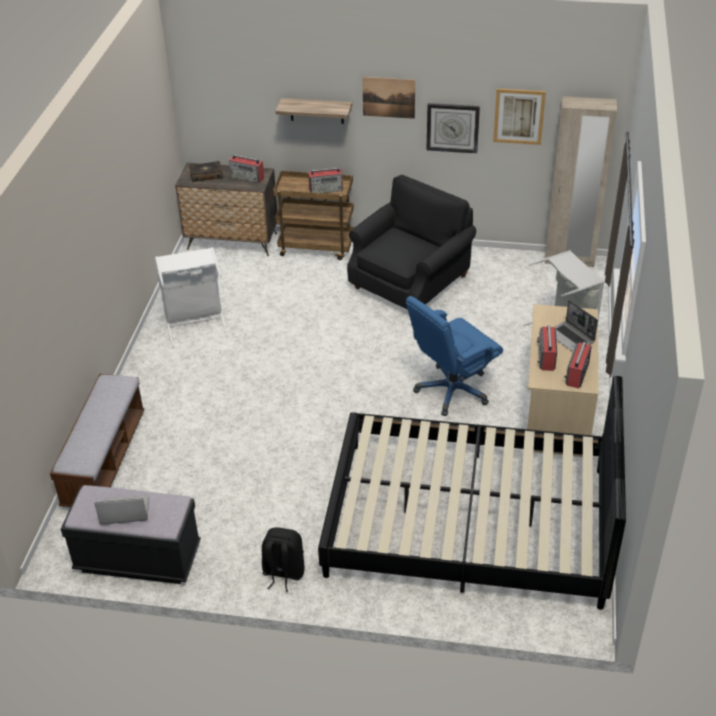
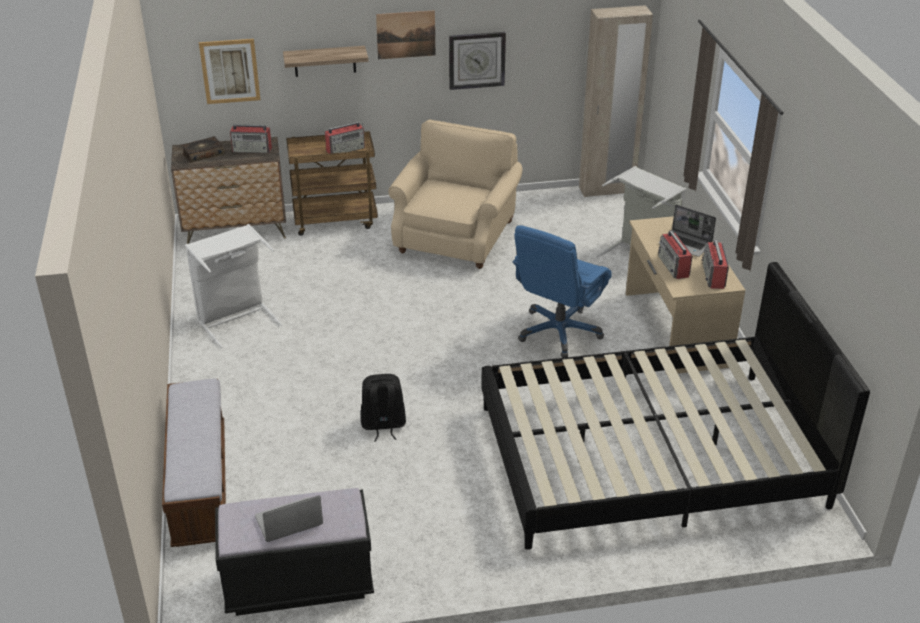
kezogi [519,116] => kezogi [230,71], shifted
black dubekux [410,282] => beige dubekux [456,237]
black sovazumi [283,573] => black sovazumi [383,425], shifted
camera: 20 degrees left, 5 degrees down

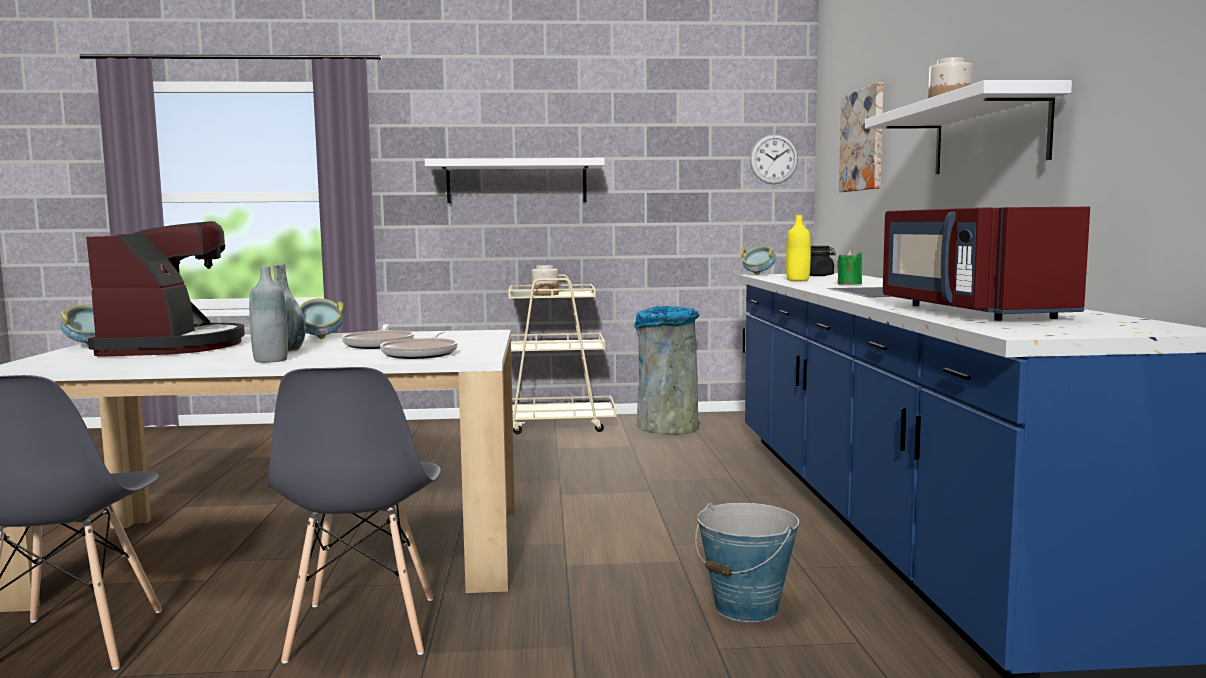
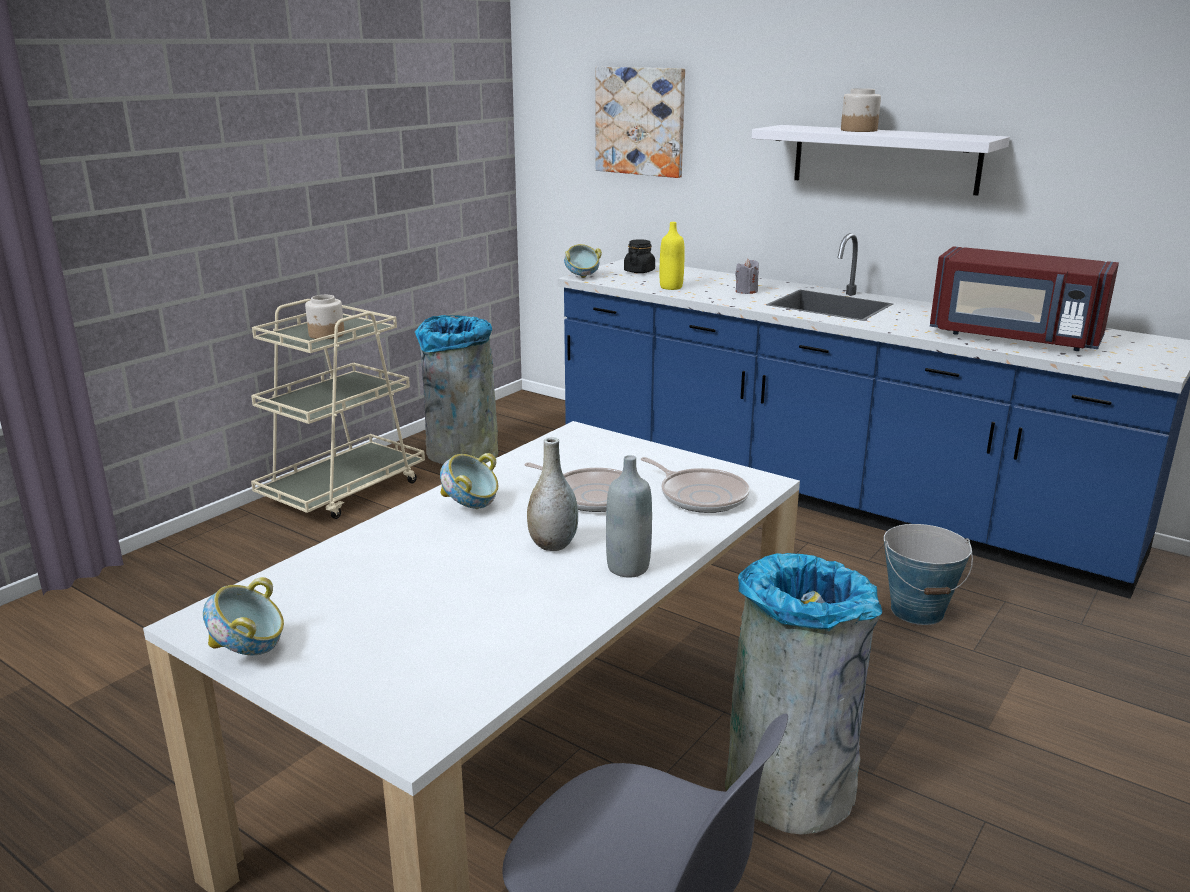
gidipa [773,159] => nothing
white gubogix [516,182] => nothing
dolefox [173,347] => nothing
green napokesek [849,284] => grey napokesek [746,291]
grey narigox [363,629] => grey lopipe [790,791]
camera: 50 degrees left, 15 degrees up

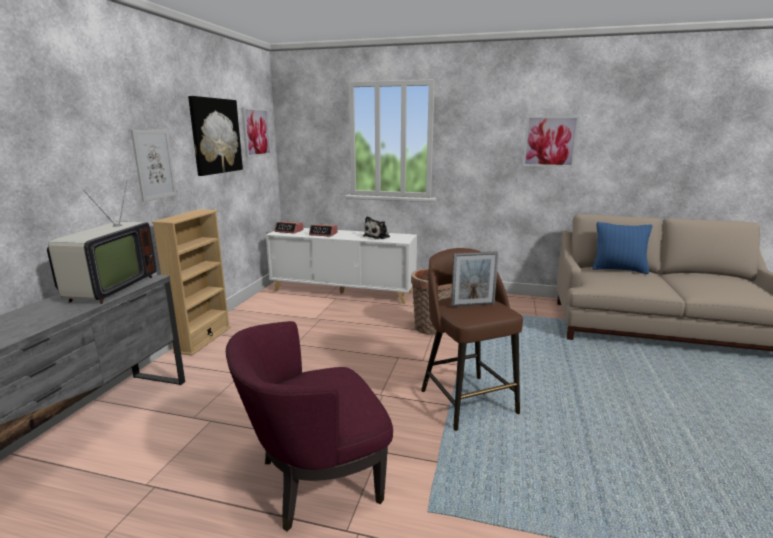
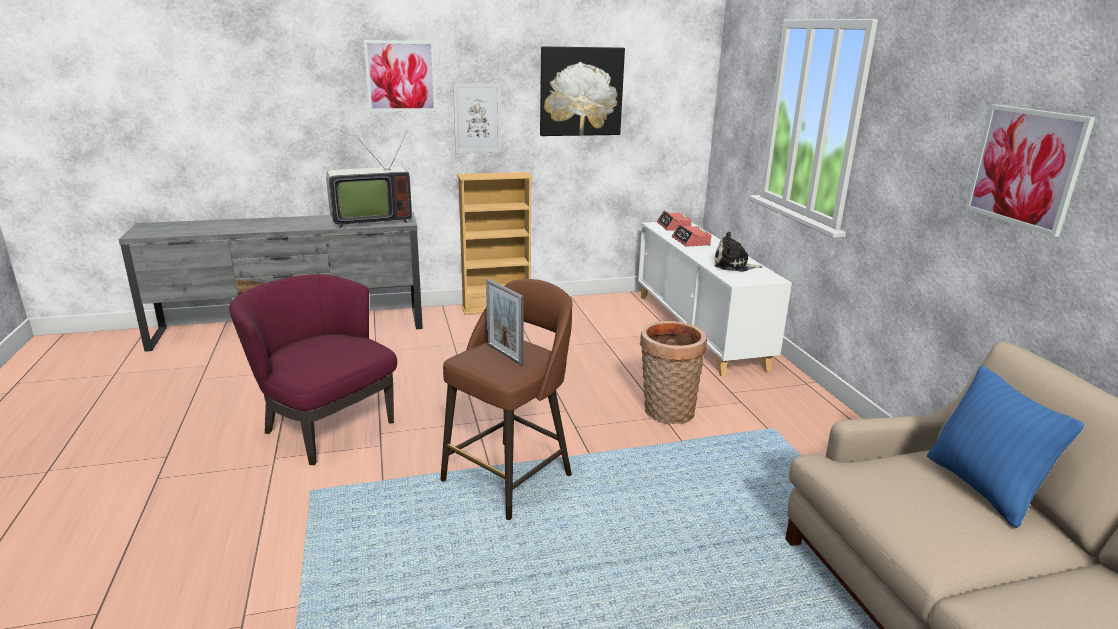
kezogi [256,132] => kezogi [401,76], shifted
camera: 60 degrees right, 5 degrees up

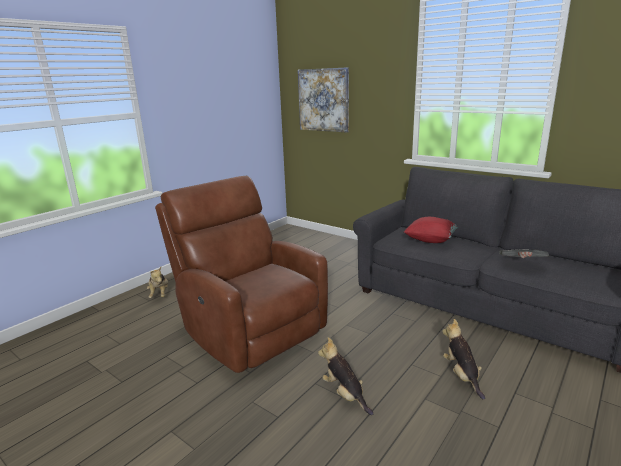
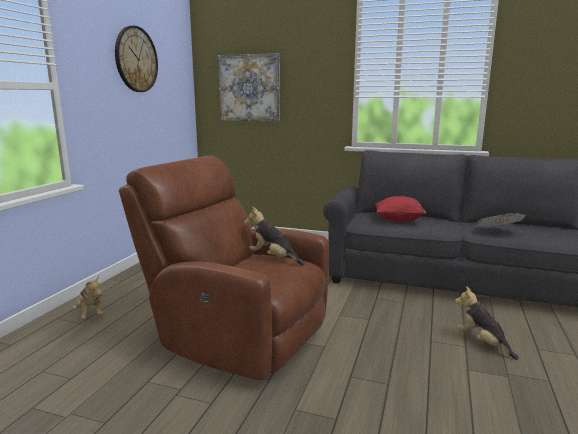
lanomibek [345,394] => lanomibek [273,258], shifted
nothing => gidipa [136,59]
camera: 20 degrees left, 5 degrees down

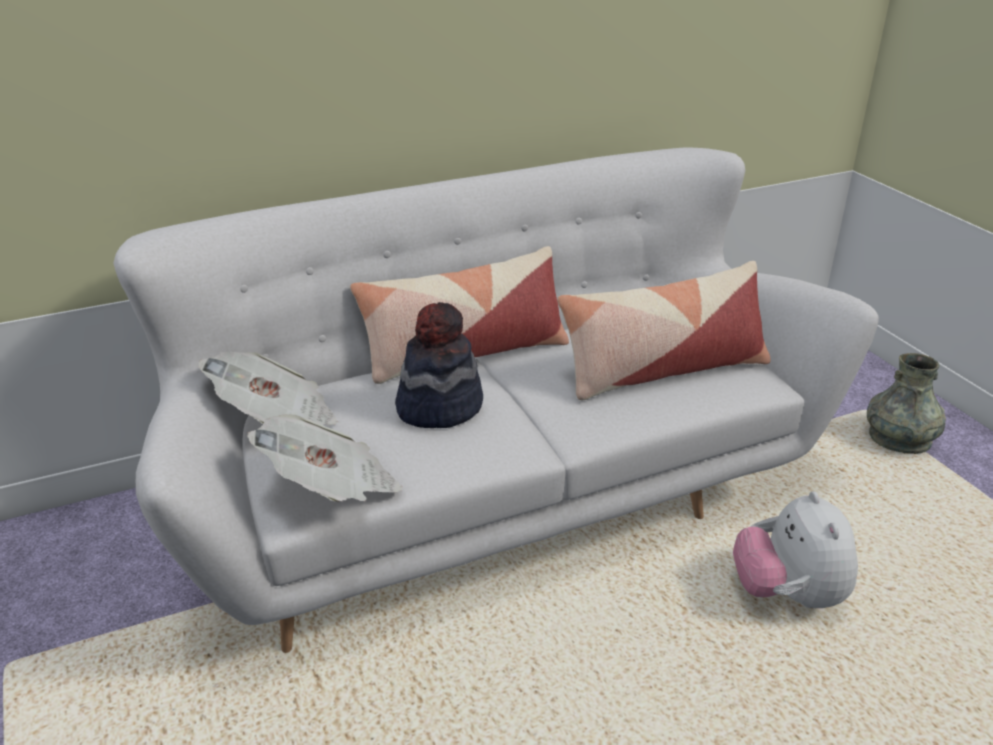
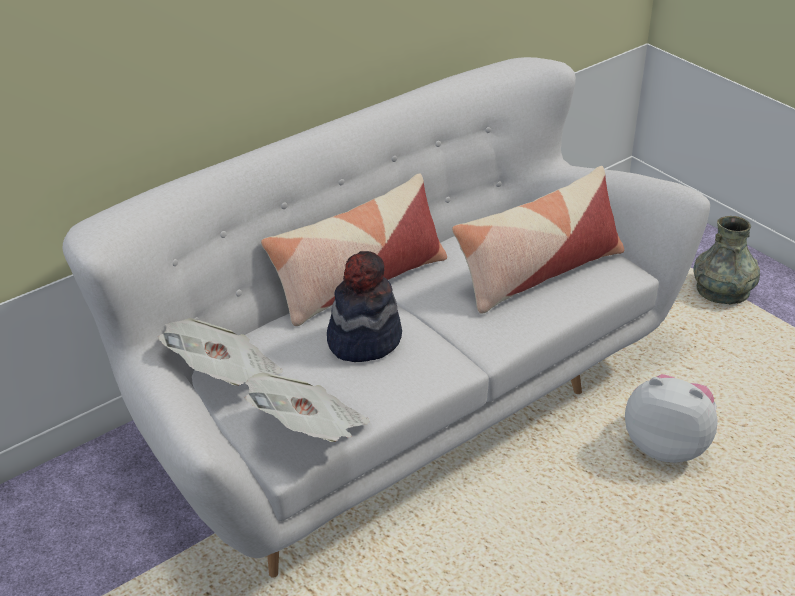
lanomibek [787,594] => lanomibek [667,445], 135 degrees clockwise
camera: 15 degrees left, 5 degrees up

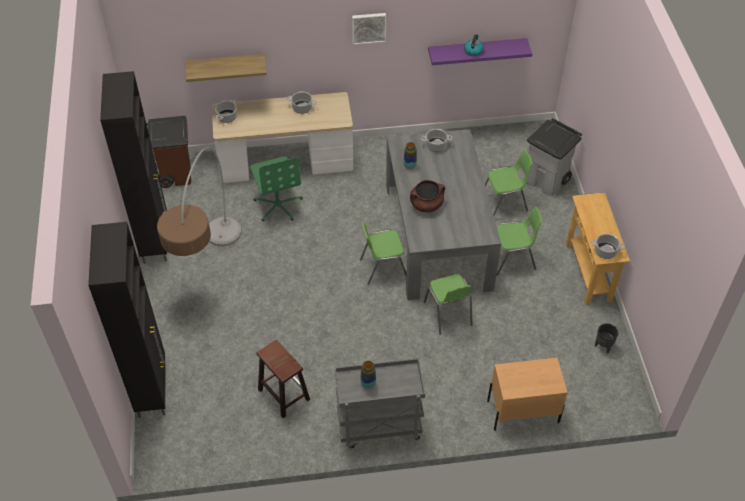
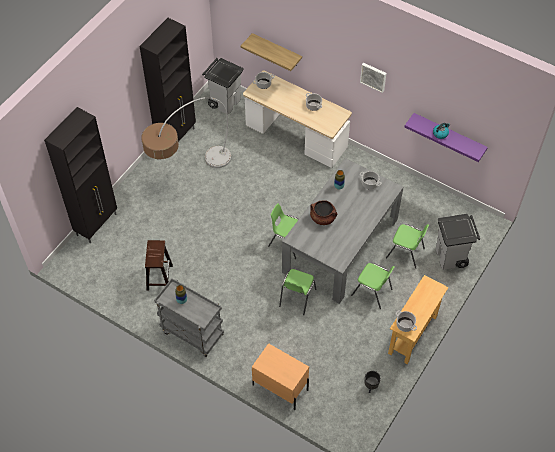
brown lopipe [174,174] => grey lopipe [225,102]
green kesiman [278,205] => nothing
camera: 40 degrees right, 5 degrees up

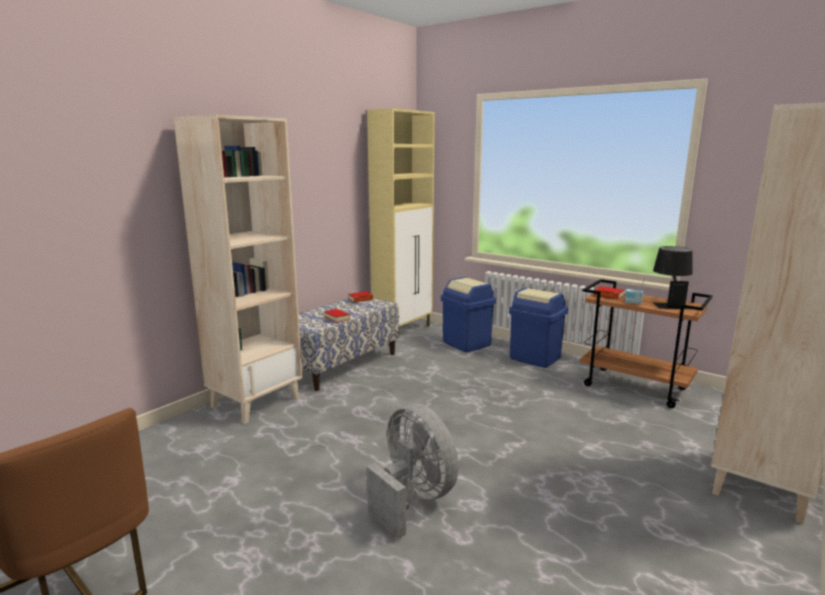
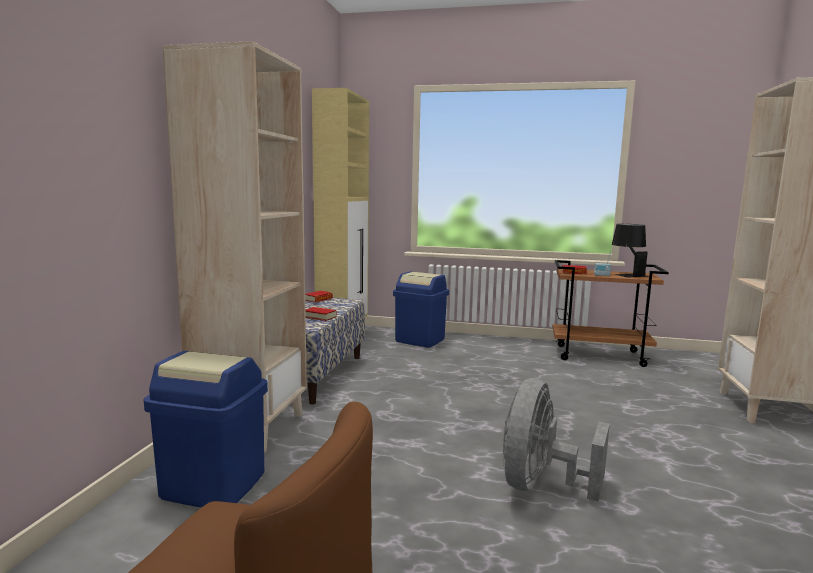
blue lopipe [534,358] => blue lopipe [213,486], shifted
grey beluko [413,498] => grey beluko [540,485], 90 degrees counterclockwise
camera: 25 degrees left, 5 degrees down

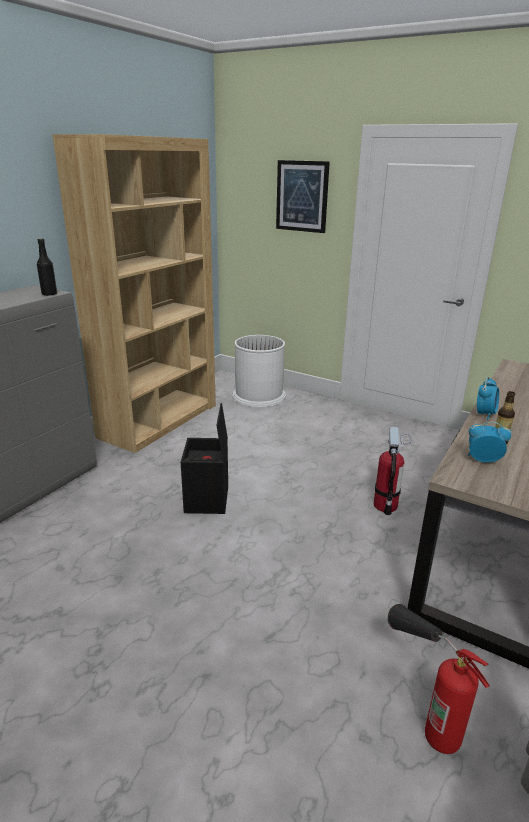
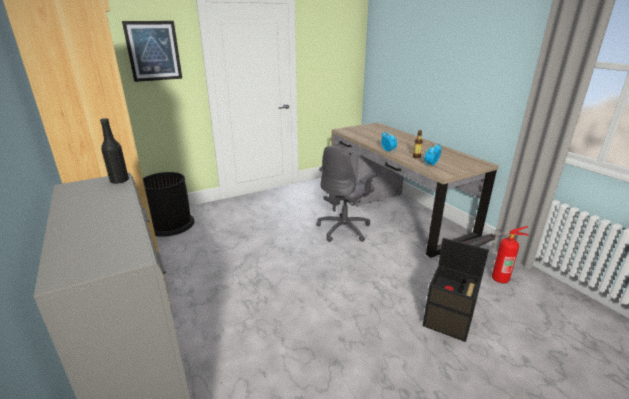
white lopipe [259,396] => black lopipe [170,224]
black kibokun [207,500] => black kibokun [448,322], shifted
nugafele [385,505] => grey kesiman [344,229]
camera: 60 degrees left, 0 degrees up

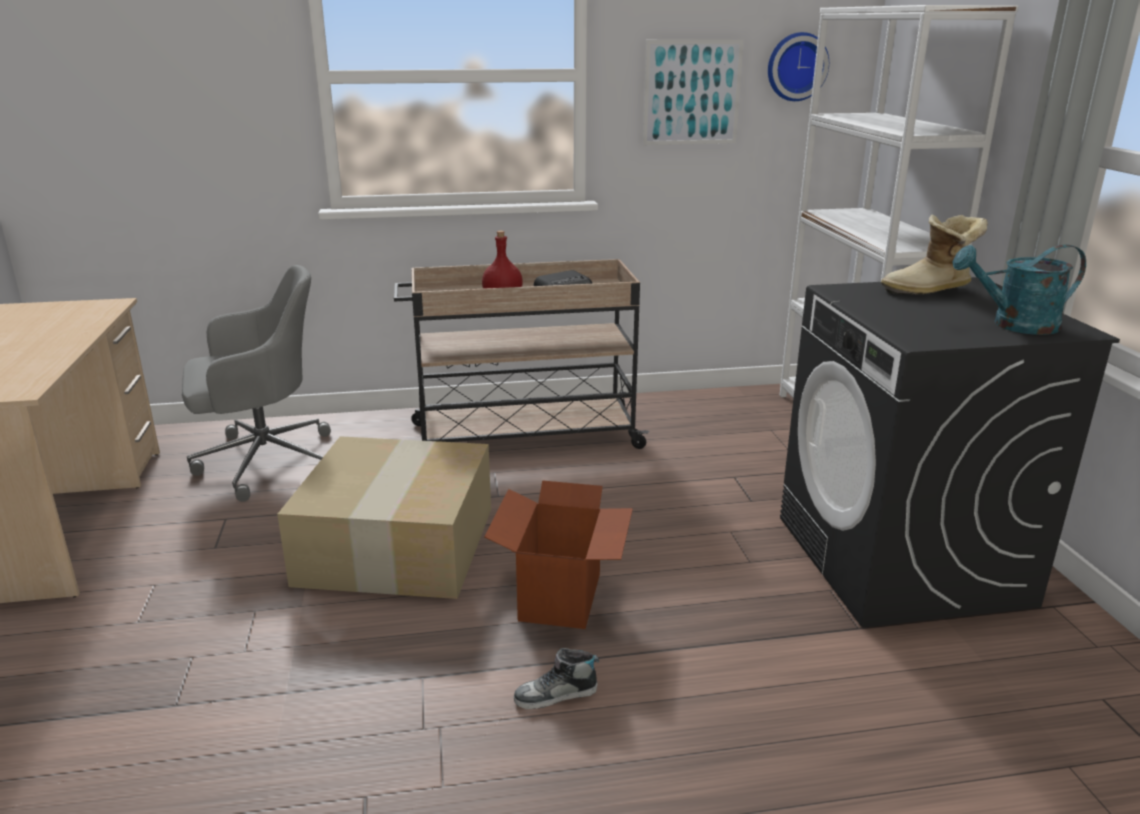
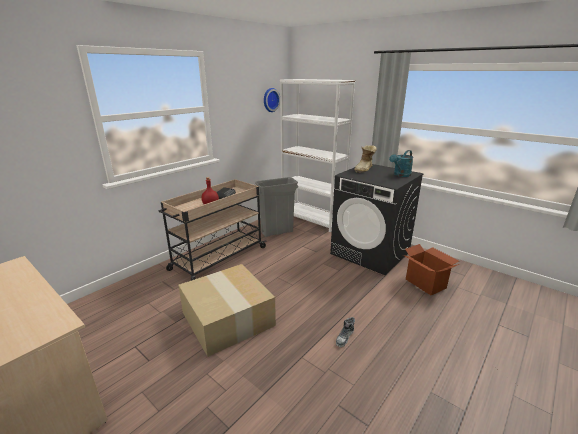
kezogi [692,93] => nothing
grey kesiman [264,462] => nothing
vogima [562,597] => vogima [425,283], shifted
nothing => grey lopipe [277,232]
camera: 40 degrees left, 0 degrees up

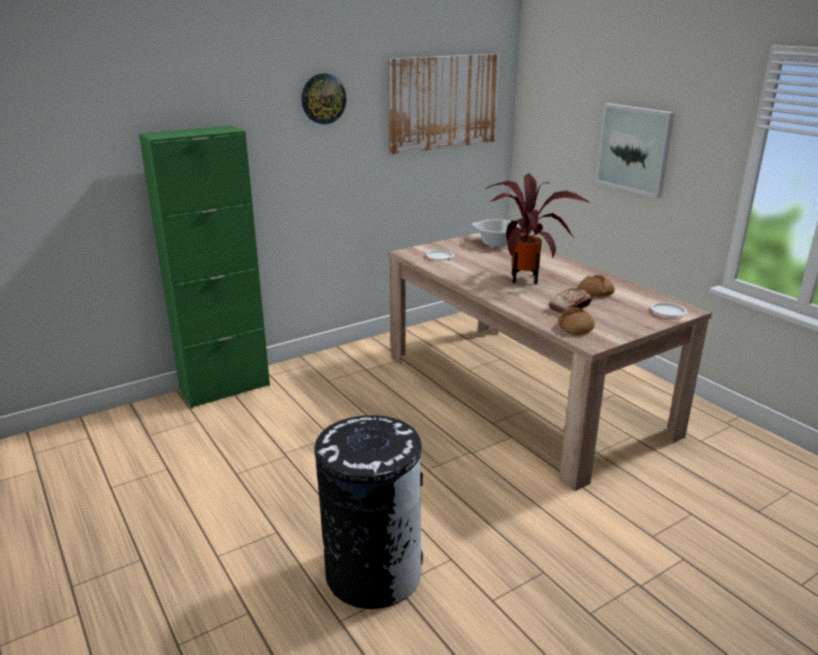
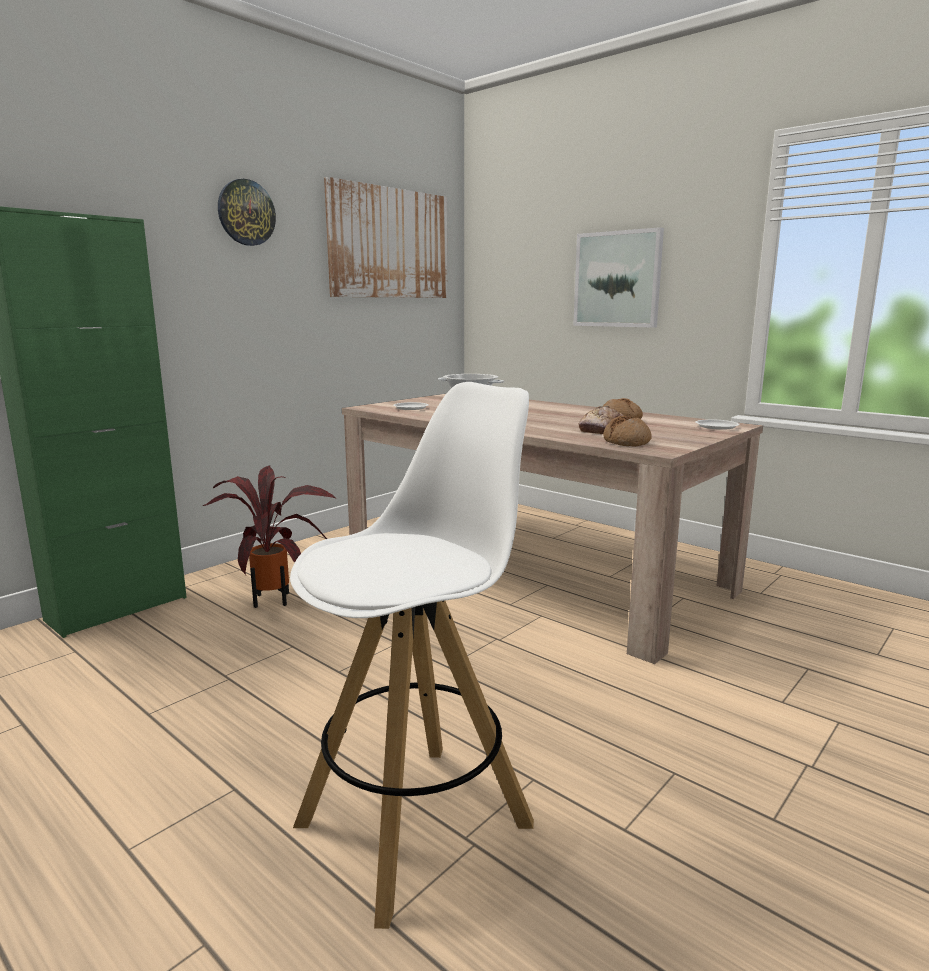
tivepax [526,278] => tivepax [274,598], shifted
black lopipe [372,572] => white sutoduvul [417,822]
camera: 15 degrees left, 10 degrees down

